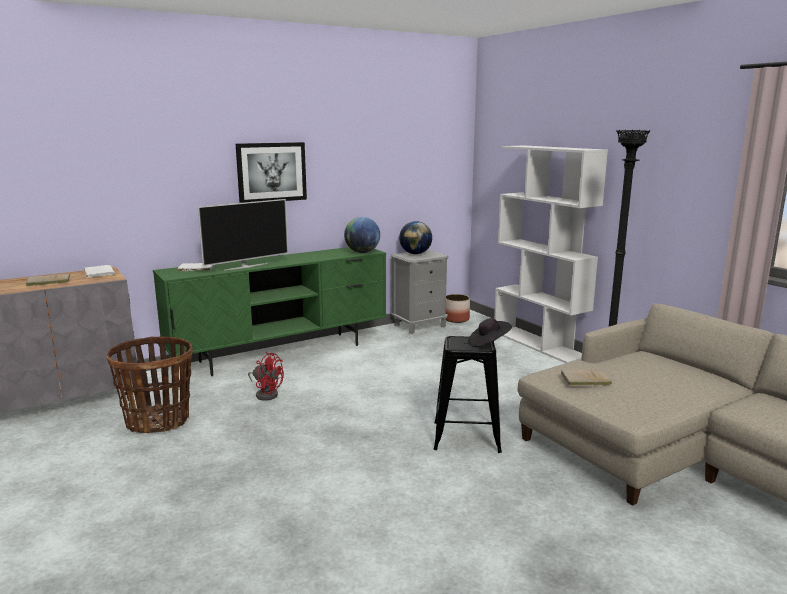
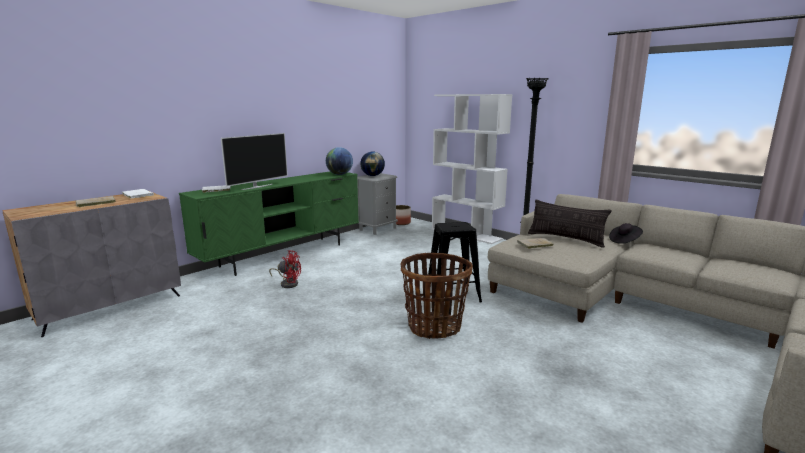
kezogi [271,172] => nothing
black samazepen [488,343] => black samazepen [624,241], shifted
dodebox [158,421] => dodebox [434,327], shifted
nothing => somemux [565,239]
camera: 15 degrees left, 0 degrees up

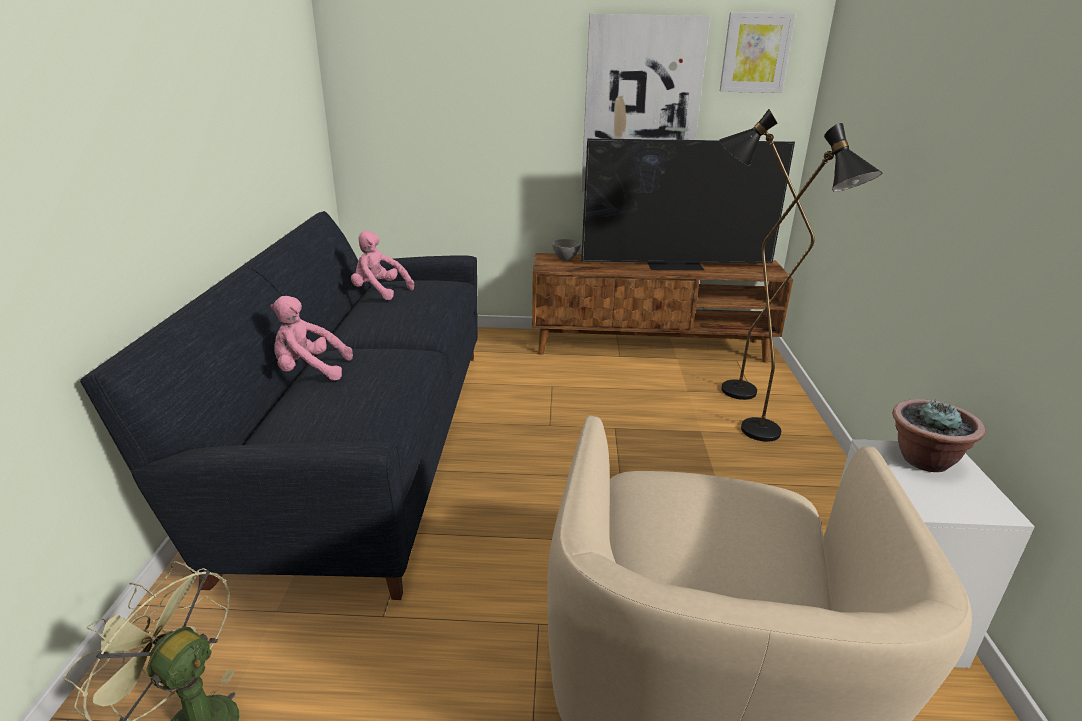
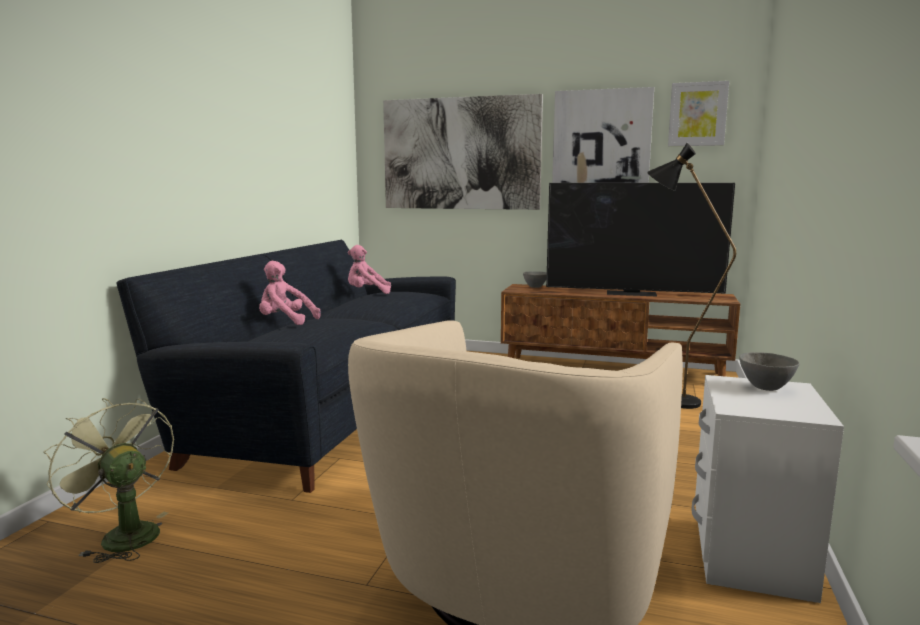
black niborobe [771,438] => nothing
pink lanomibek [379,291] => pink lanomibek [367,293], 45 degrees counterclockwise
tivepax [923,460] => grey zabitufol [765,388]
nothing => kezogi [461,154]
camera: 15 degrees right, 15 degrees down

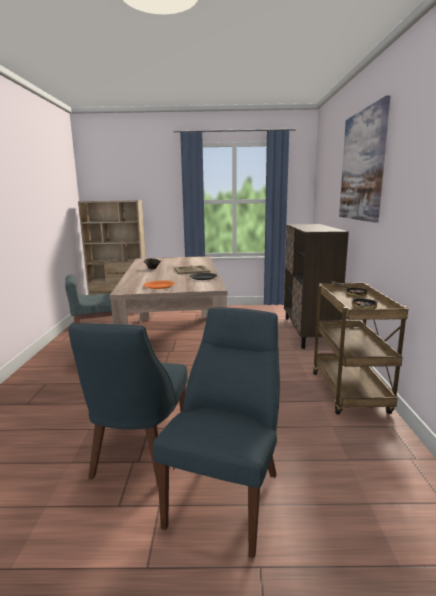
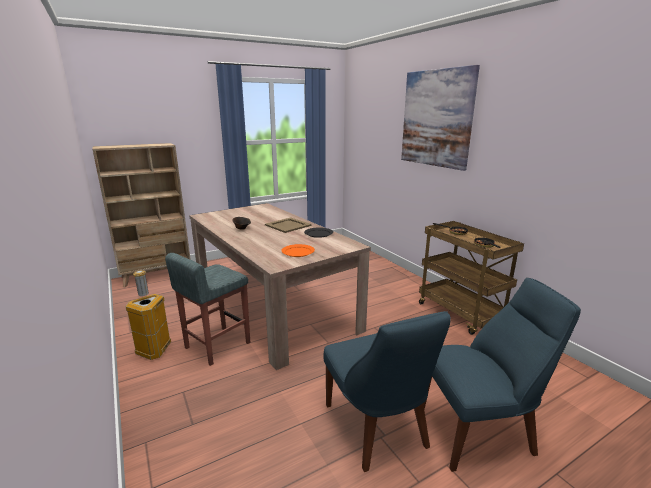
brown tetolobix [308,332] => nothing
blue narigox [227,495] => blue narigox [479,431], 90 degrees clockwise
nothing => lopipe [155,350]
camera: 30 degrees left, 5 degrees up

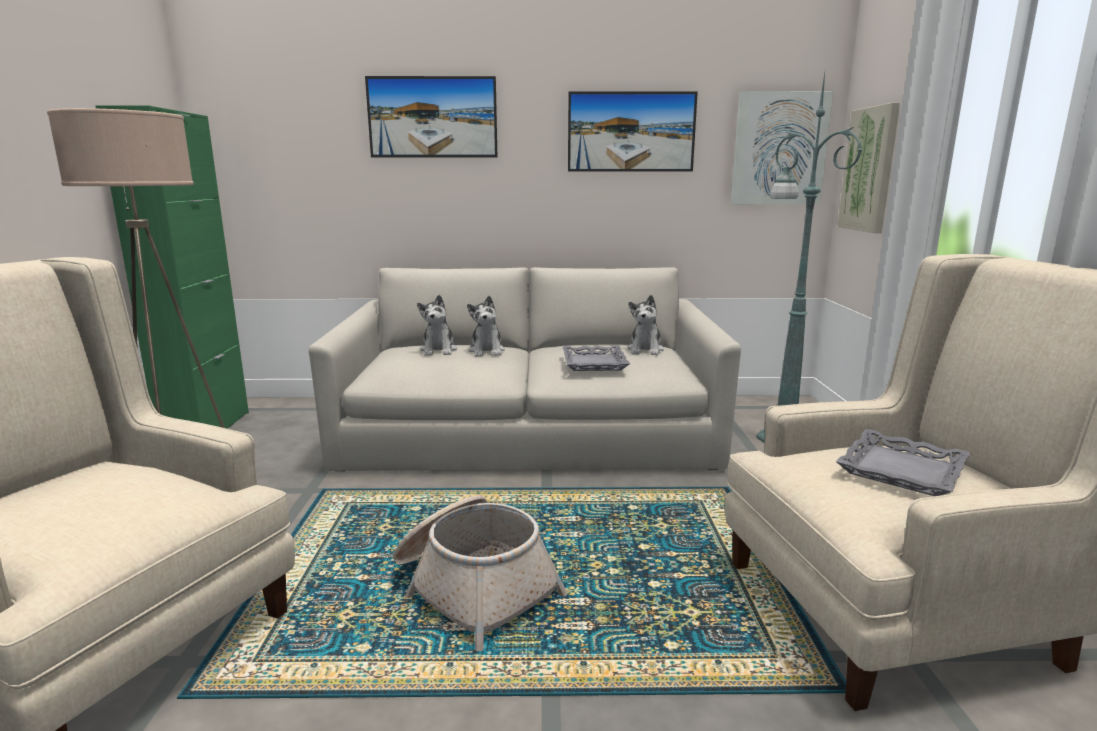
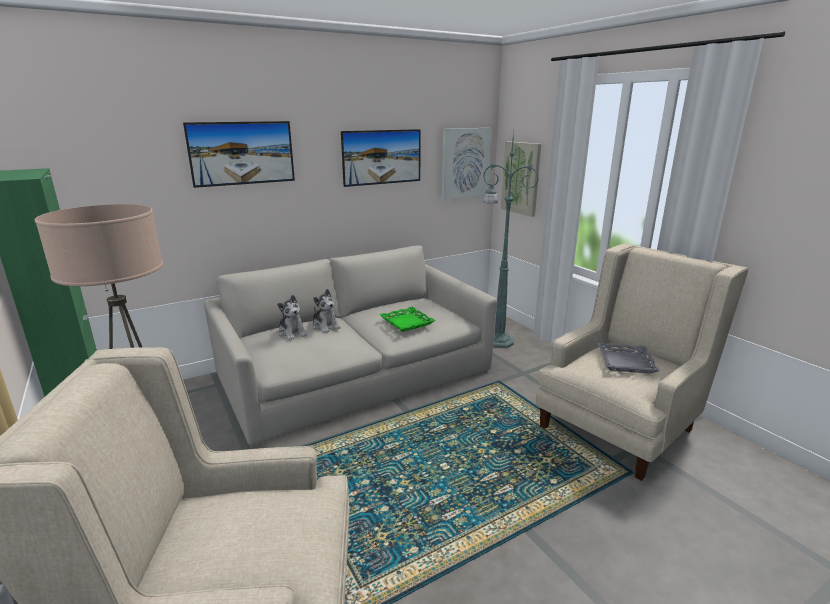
lanomibek [645,350] => nothing
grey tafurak [593,363] => green tafurak [406,322]
dodebox [473,587] => nothing
camera: 30 degrees left, 5 degrees up

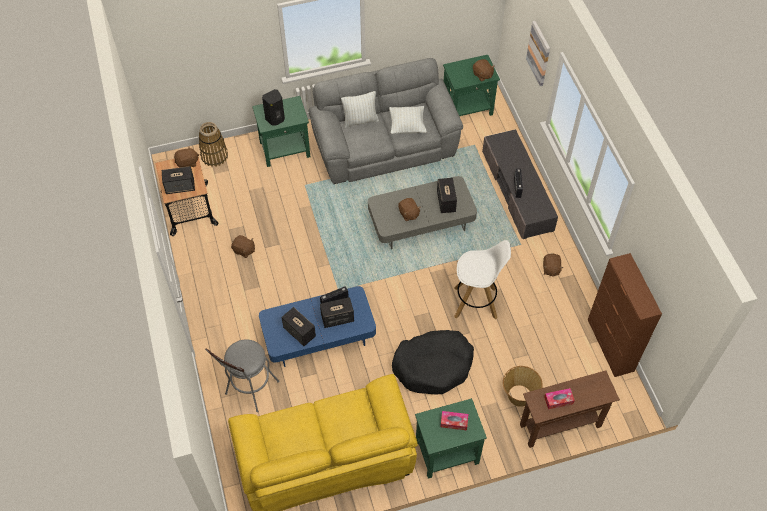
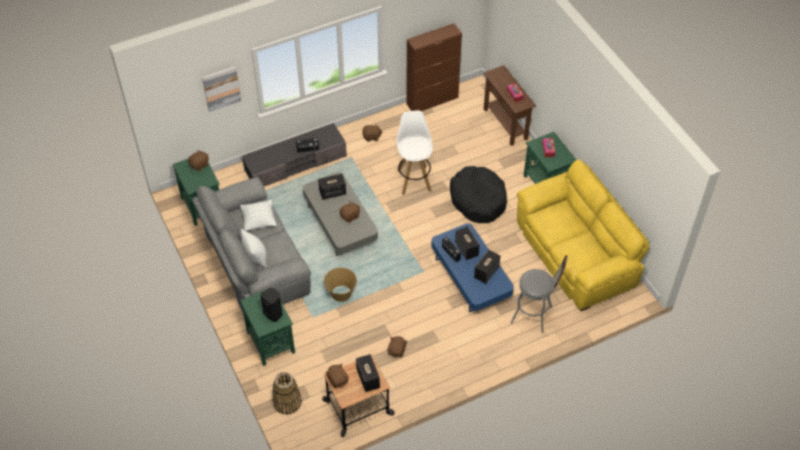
dodebox [519,395] => dodebox [341,294], shifted
camera: 100 degrees left, 5 degrees down

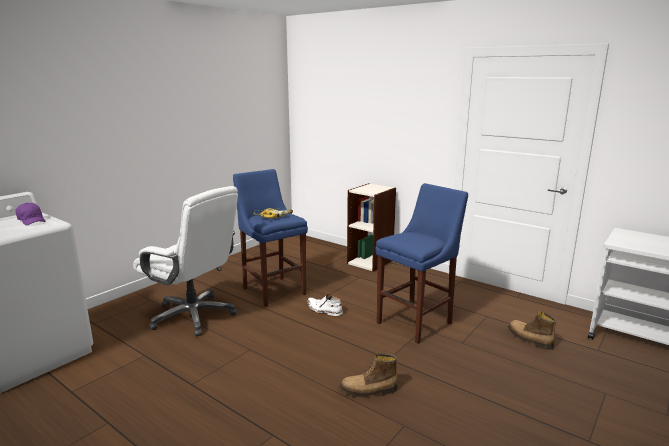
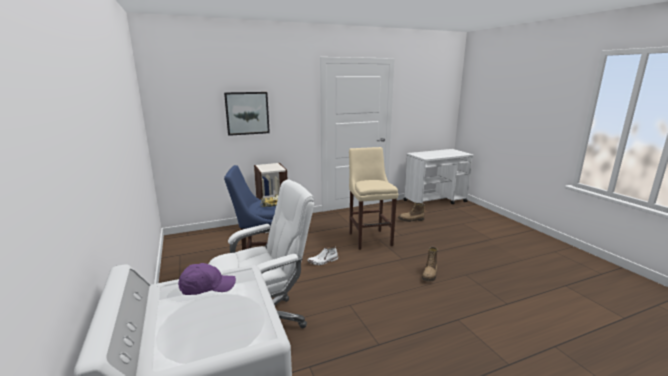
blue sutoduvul [417,322] => beige sutoduvul [369,238]
nothing => kezogi [247,113]
camera: 60 degrees left, 0 degrees up

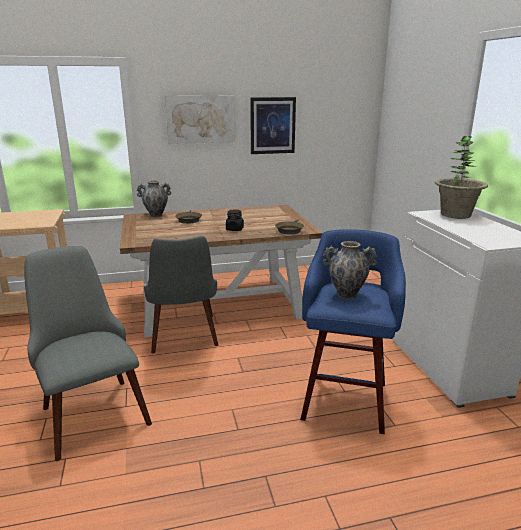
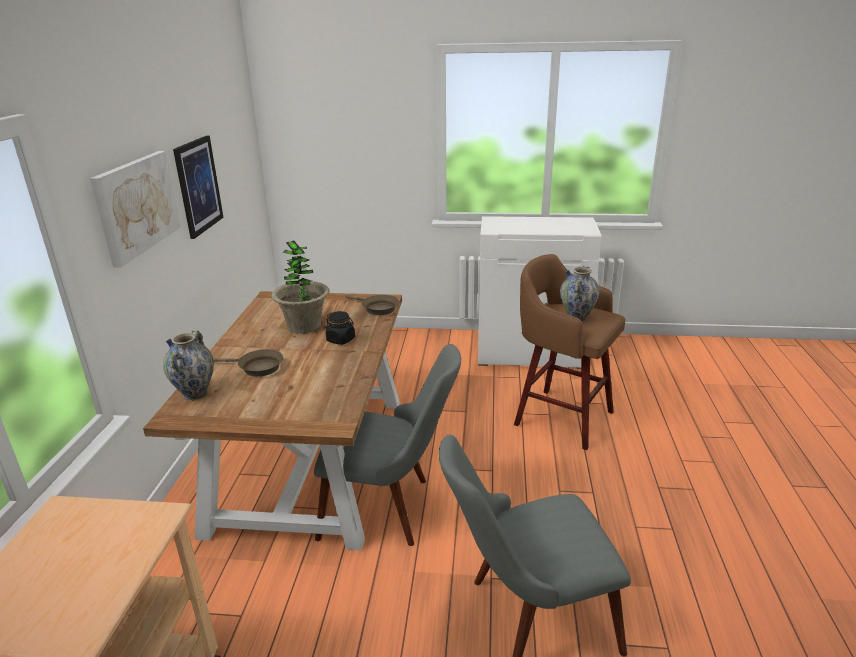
tivepax [455,215] => tivepax [304,326], shifted
blue sutoduvul [345,398] => brown sutoduvul [560,417]
camera: 70 degrees left, 5 degrees up

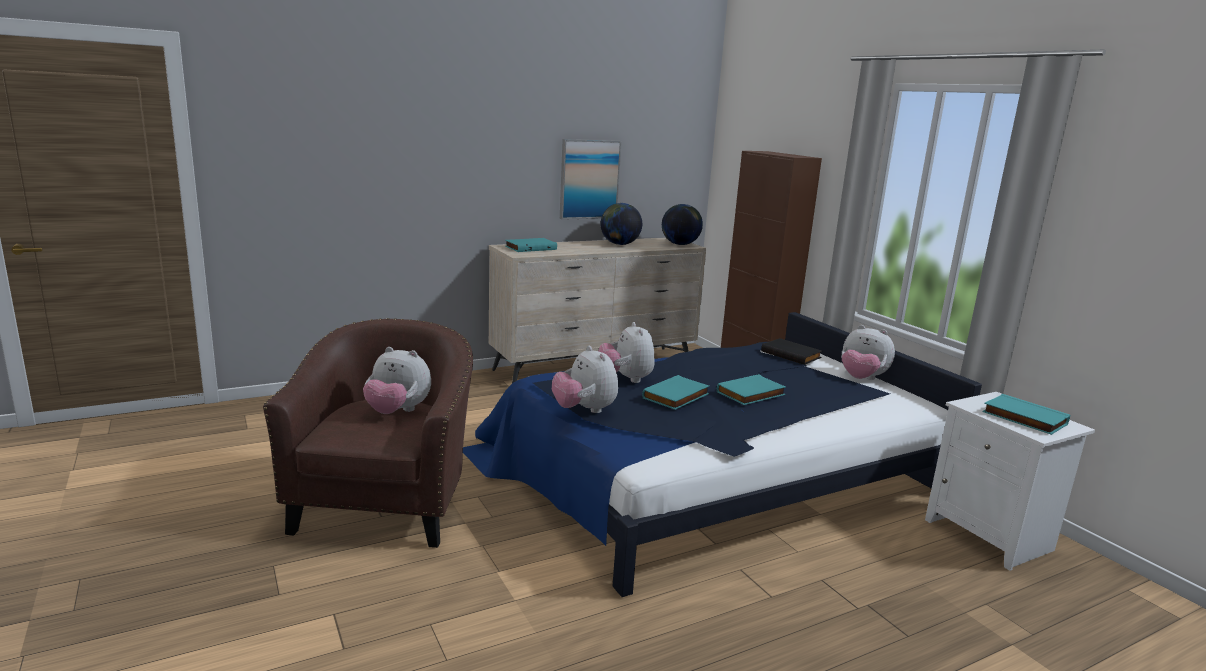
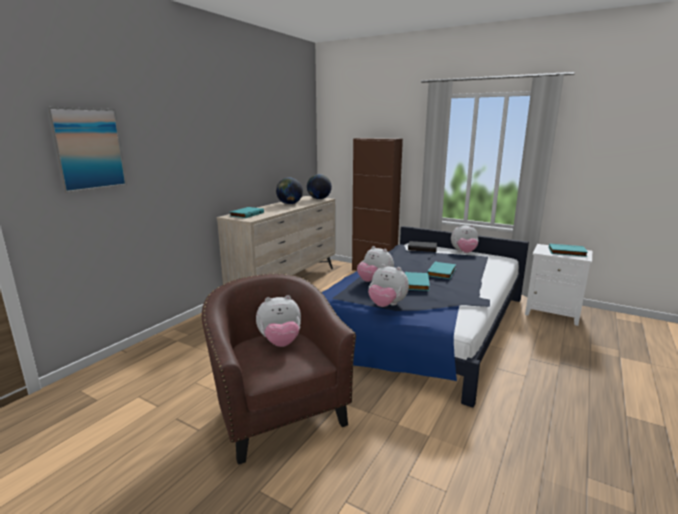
kezogi [589,179] => kezogi [88,149], shifted
camera: 30 degrees left, 0 degrees up

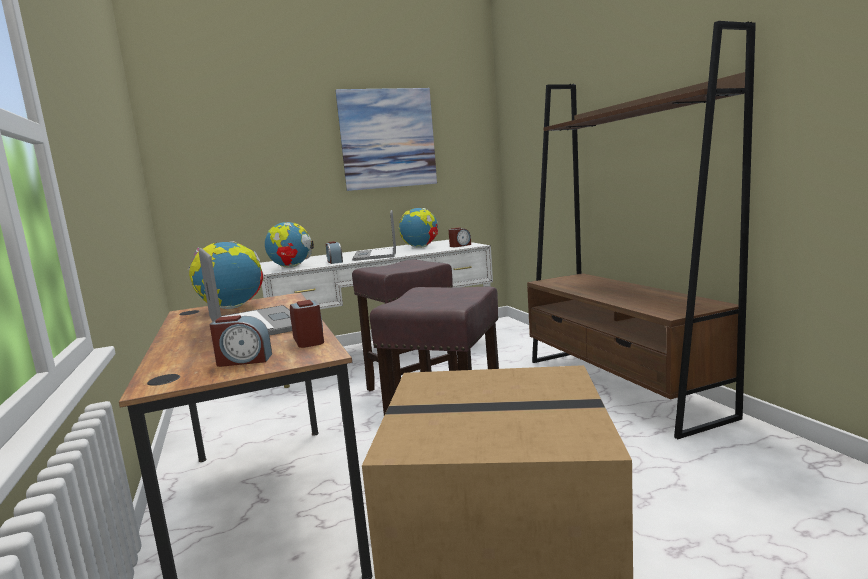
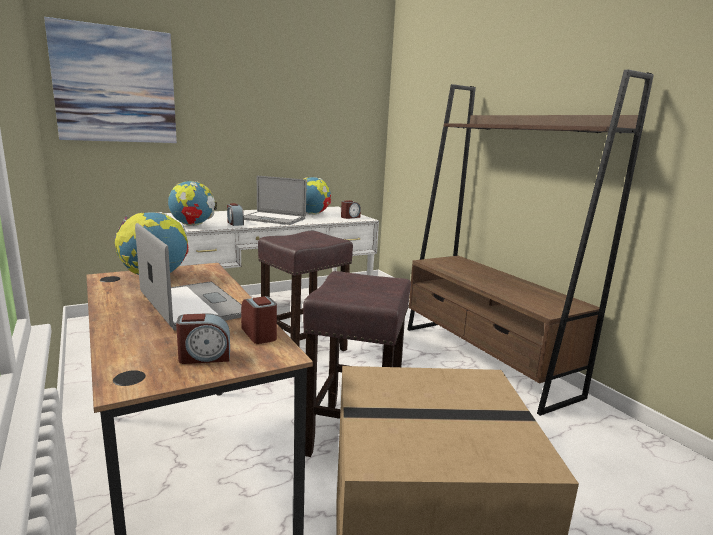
kezogi [387,139] => kezogi [115,85], shifted
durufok [375,255] => durufok [272,219], 60 degrees counterclockwise
camera: 10 degrees left, 5 degrees up

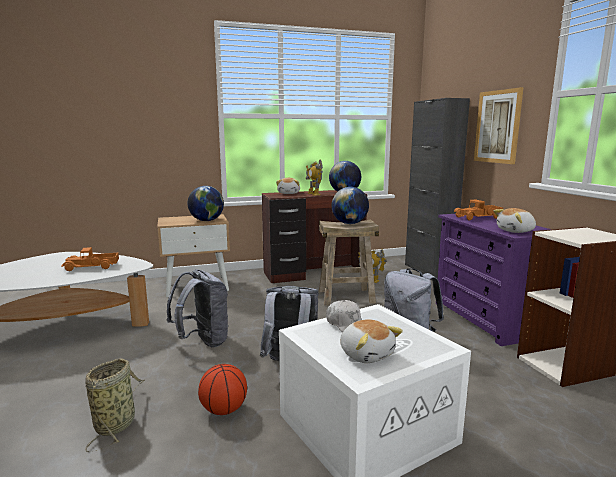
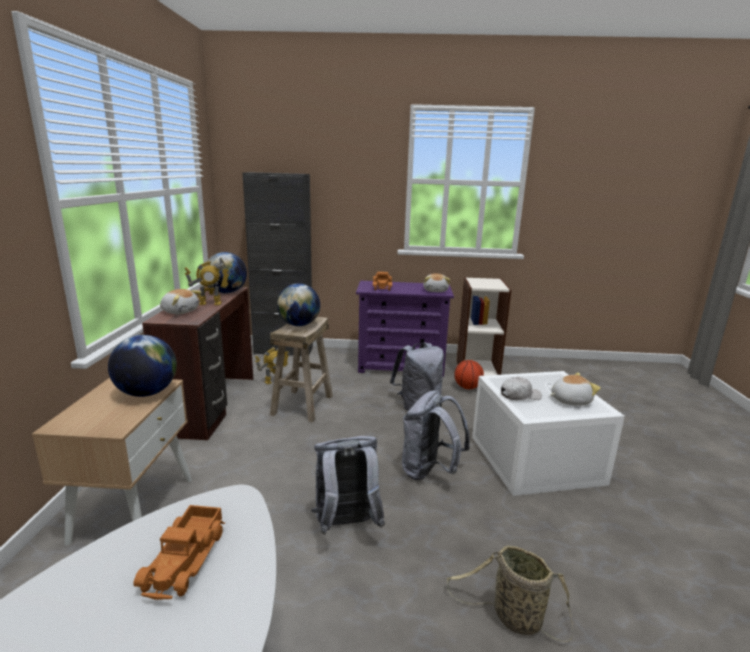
kezogi [497,126] => nothing
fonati [223,410] => fonati [467,387], shifted
camera: 70 degrees left, 5 degrees up

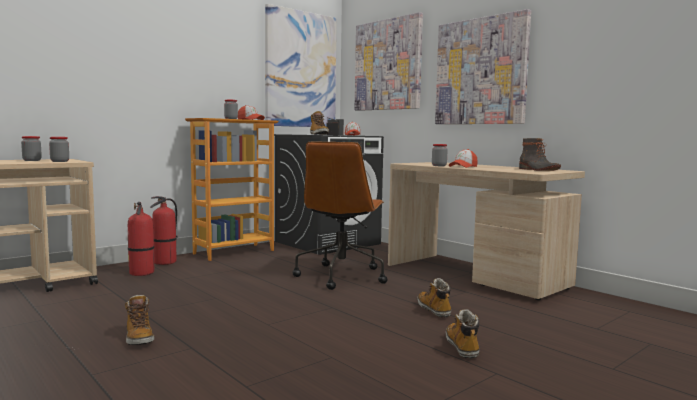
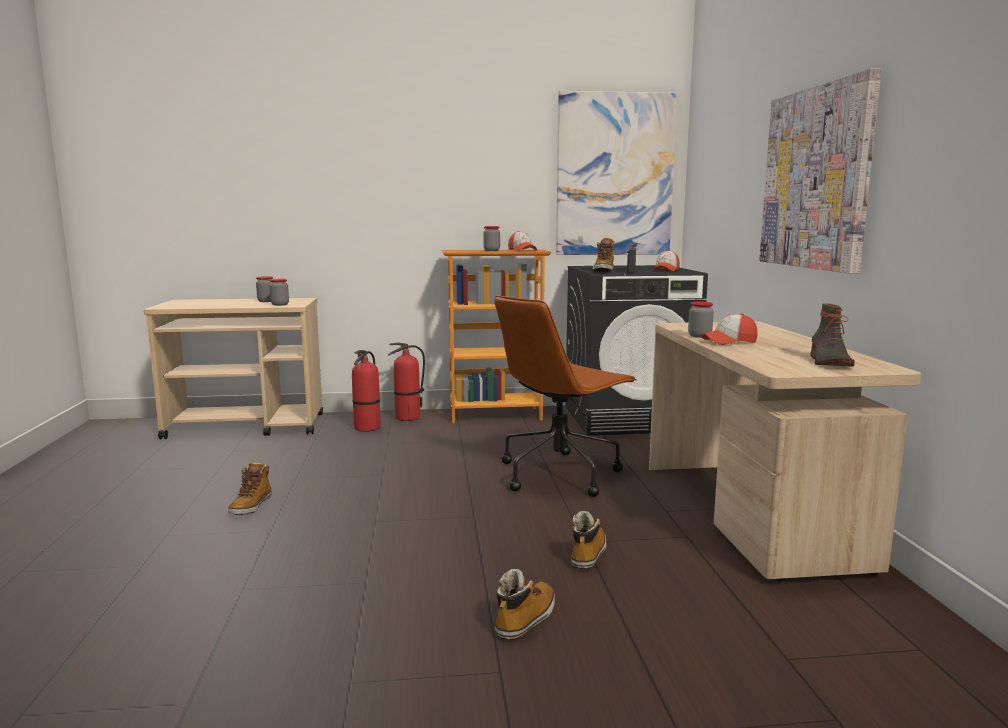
kezogi [388,65] => nothing
camera: 35 degrees right, 5 degrees up

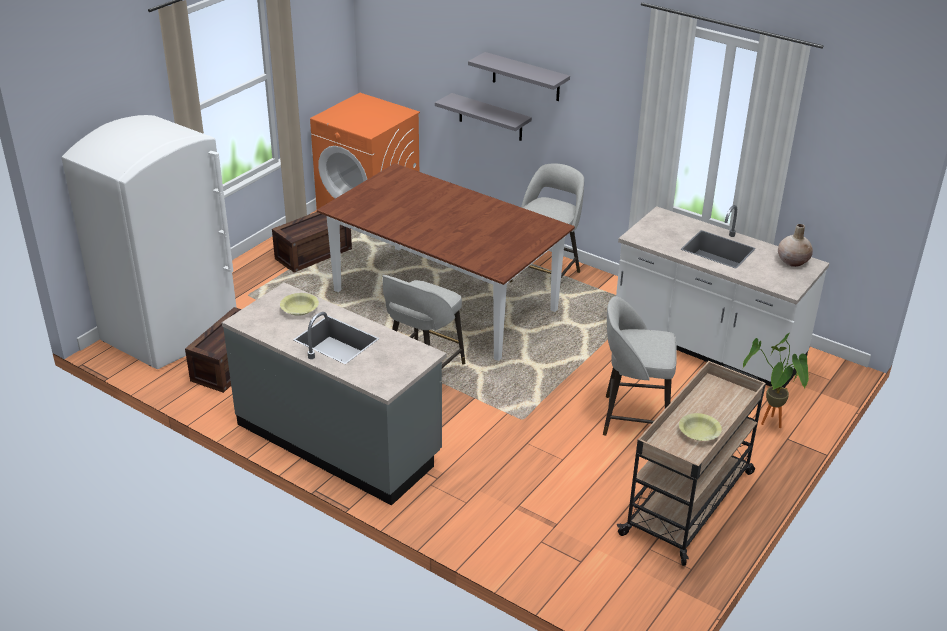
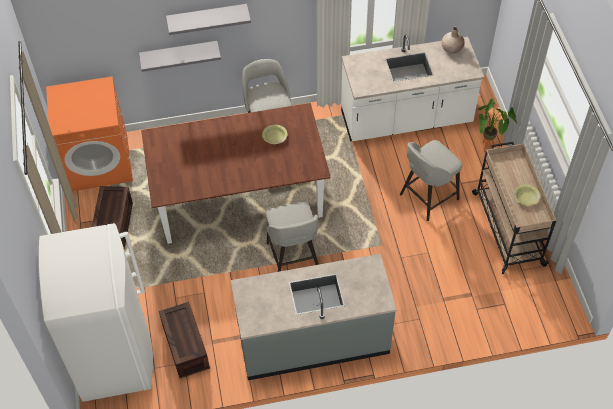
yellow zabitufol [299,309] => yellow zabitufol [275,137], shifted
camera: 45 degrees left, 20 degrees up

